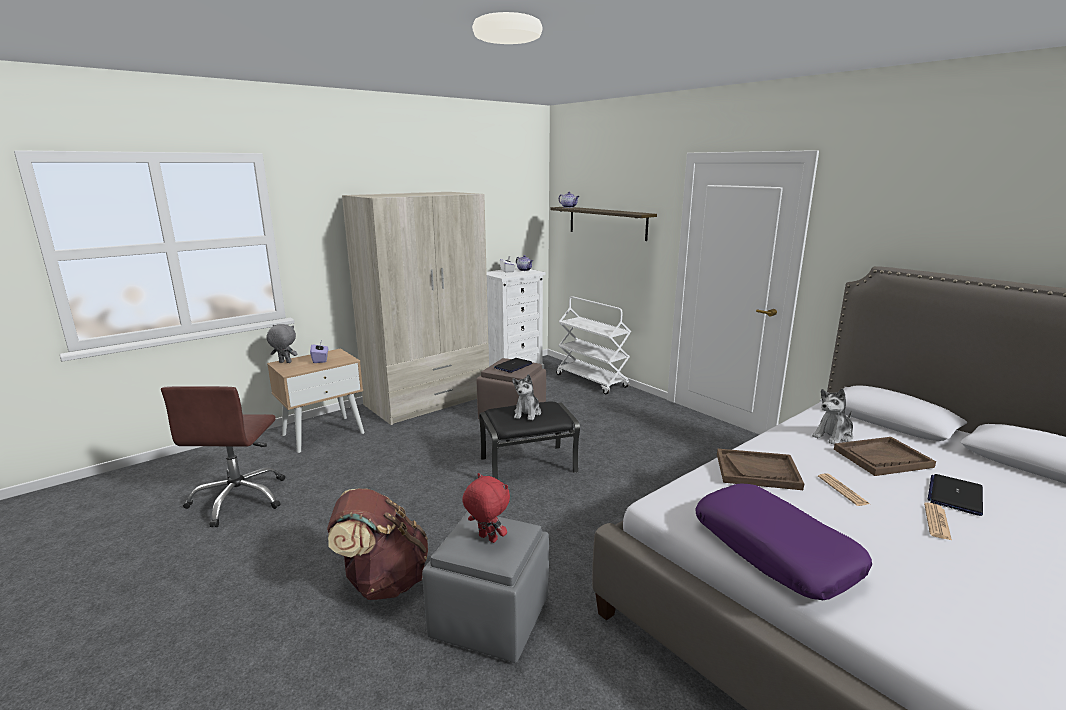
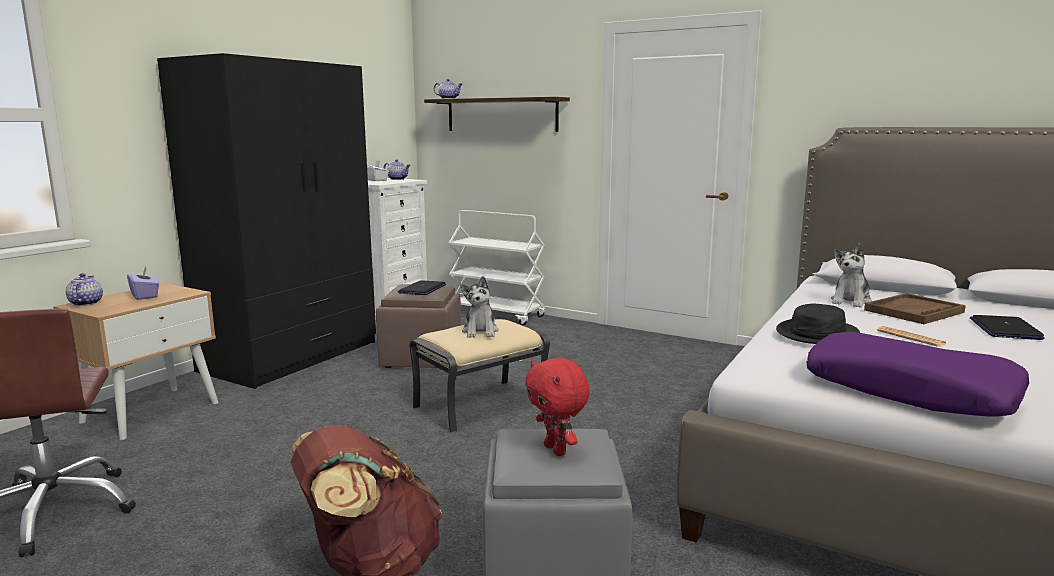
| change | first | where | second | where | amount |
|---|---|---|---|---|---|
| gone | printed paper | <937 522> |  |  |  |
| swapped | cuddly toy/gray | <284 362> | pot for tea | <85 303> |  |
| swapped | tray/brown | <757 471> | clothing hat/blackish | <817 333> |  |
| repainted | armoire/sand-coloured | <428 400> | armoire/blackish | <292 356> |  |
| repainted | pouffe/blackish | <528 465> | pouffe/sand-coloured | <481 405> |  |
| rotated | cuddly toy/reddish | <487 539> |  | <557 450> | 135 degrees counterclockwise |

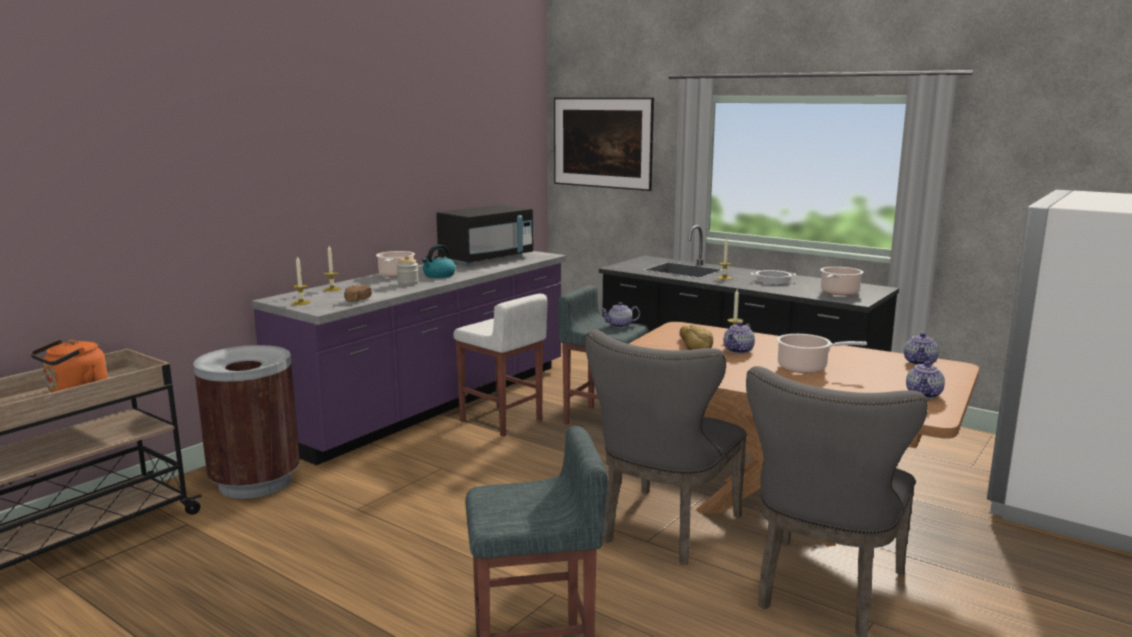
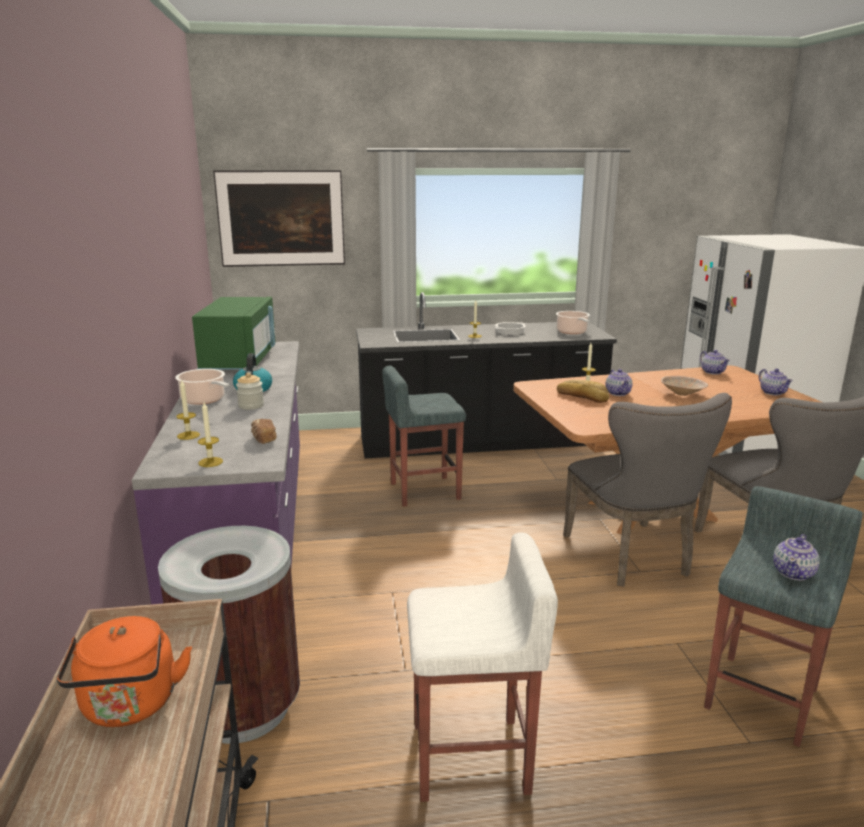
| change | first | where | second | where | amount |
|---|---|---|---|---|---|
| shifted | sitting stool/whitish | <501 421> |  | <472 758> |  |
| shifted | pot for tea | <620 325> |  | <794 573> |  |
| swapped | cooking pot | <806 368> | deep dish/sand-coloured | <683 394> |  |
| repainted | kitchen microwave/blackish | <487 259> | kitchen microwave/green-coloured | <240 360> |  |

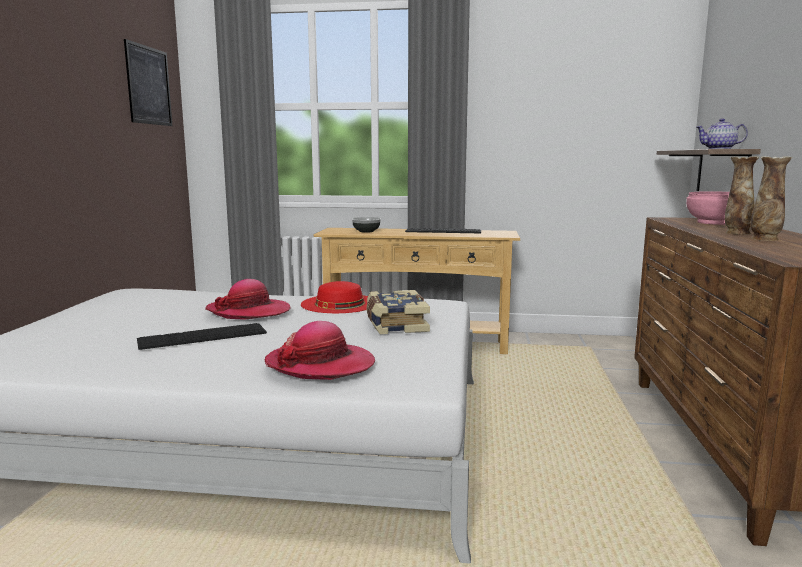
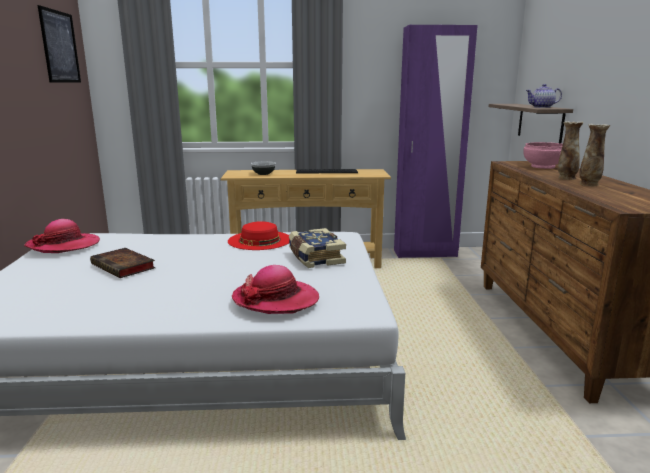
| change | first | where | second | where | amount |
|---|---|---|---|---|---|
| gone | keyboard | <203 336> |  |  |  |
| new |  |  | book | <124 267> |  |
| new |  |  | armoire/purple | <425 253> |  |
| shifted | clothing hat | <249 312> |  | <64 245> |  |

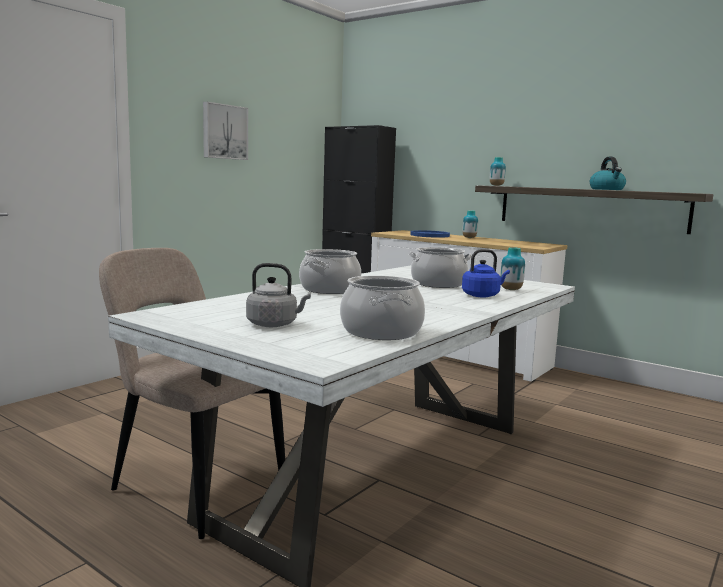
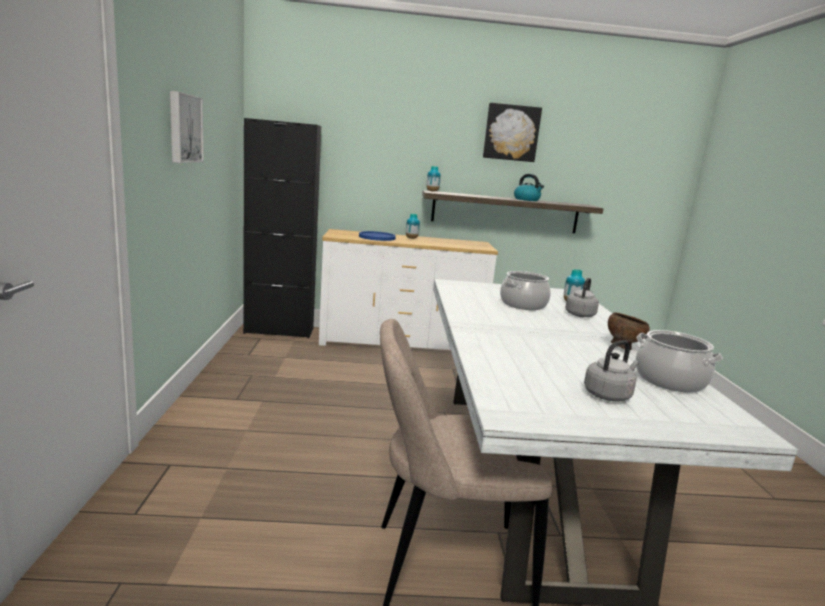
| change | first | where | second | where | amount |
|---|---|---|---|---|---|
| gone | cooking pot | <330 289> |  |  |  |
| new |  |  | wall picture | <511 133> |  |
| new |  |  | deep dish/brown | <622 347> |  |
| repainted | kettle/blue | <482 295> | kettle/gray | <580 314> |  |

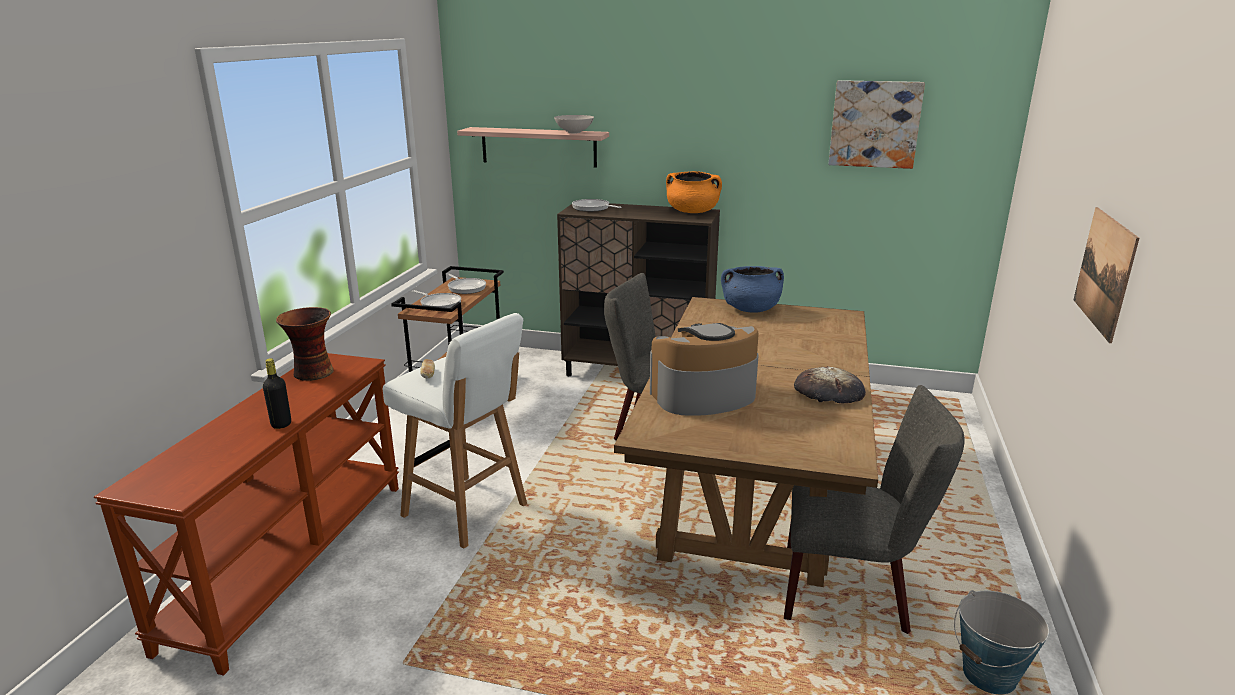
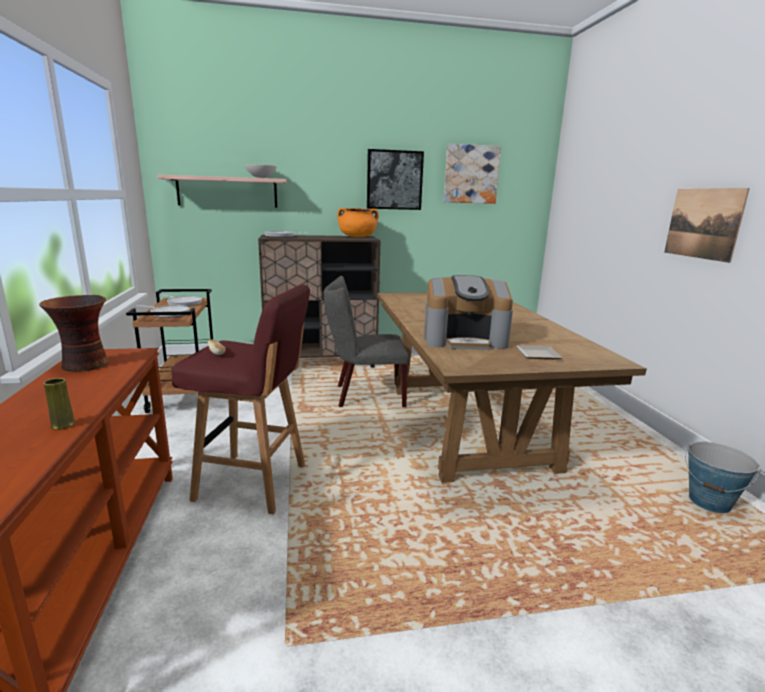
| change | first | where | second | where | amount |
|---|---|---|---|---|---|
| gone | bottle/blackish | <281 424> |  |  |  |
| gone | cooking pot/blue | <750 309> |  |  |  |
| gone | upright chair/gray | <854 594> |  |  |  |
| gone | bakery bread | <829 392> |  |  |  |
| new |  |  | flower vase/yellow | <63 425> |  |
| new |  |  | wall picture | <394 180> |  |
| new |  |  | flat dish | <539 355> |  |
| repainted | sitting stool/whitish | <466 511> | sitting stool/reddish | <254 483> |  |
| rotated | coffee brewer | <703 396> |  | <465 340> | 135 degrees counterclockwise |

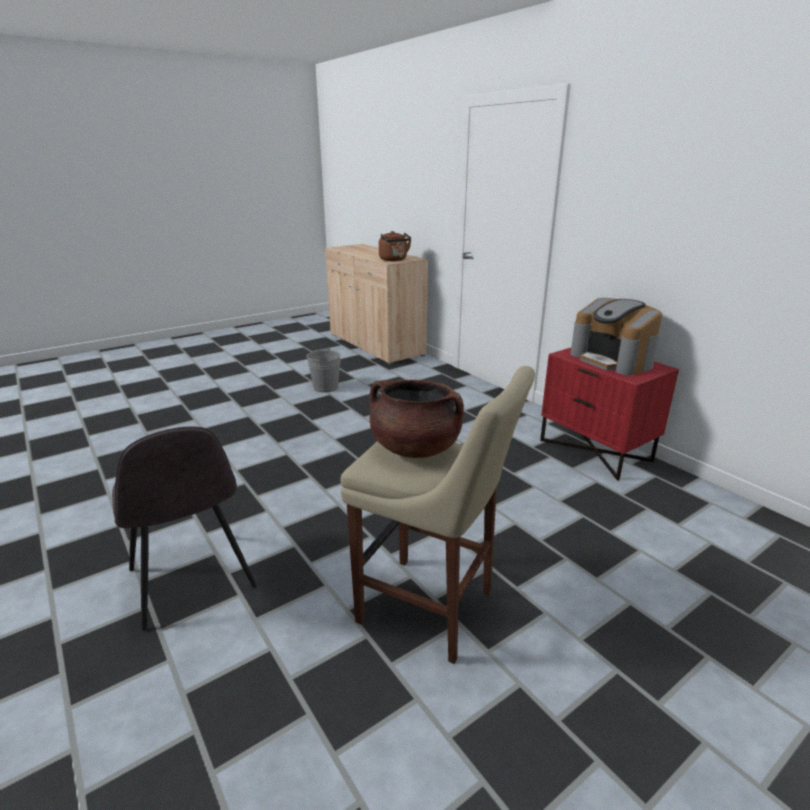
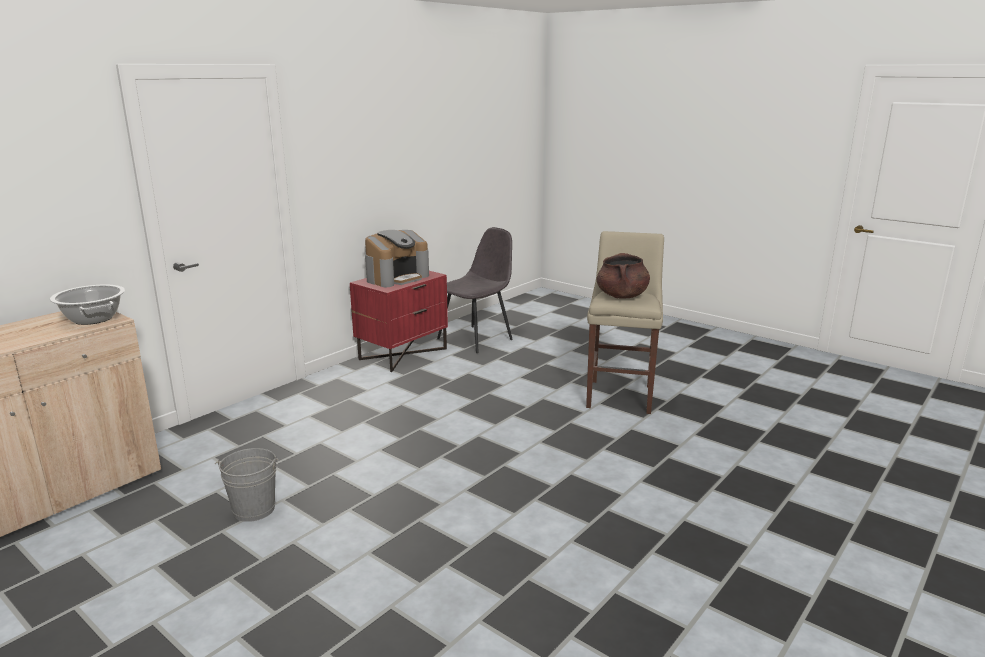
| change | first | where | second | where | amount |
|---|---|---|---|---|---|
| shifted | upright chair/gray | <192 581> |  | <476 338> |  |
| swapped | kettle/brown | <394 260> | cooking pot | <93 319> |  |

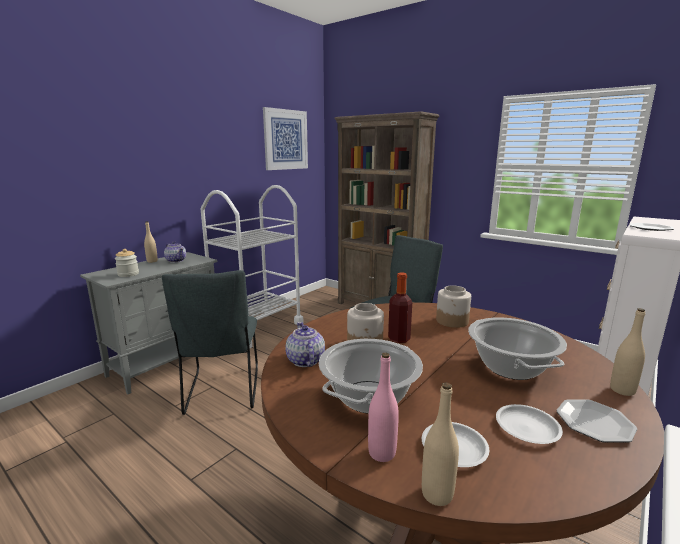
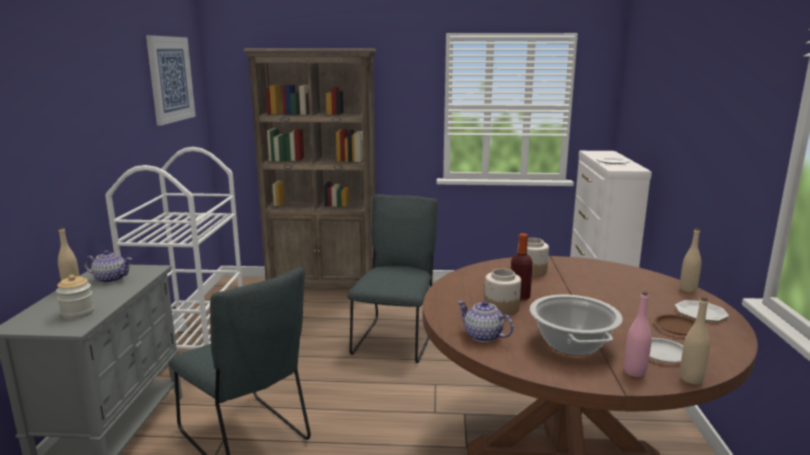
| change | first | where | second | where | amount |
|---|---|---|---|---|---|
| gone | cooking pot | <510 367> |  |  |  |
| repainted | flat dish/whitish | <527 427> | flat dish/brown | <677 328> |  |

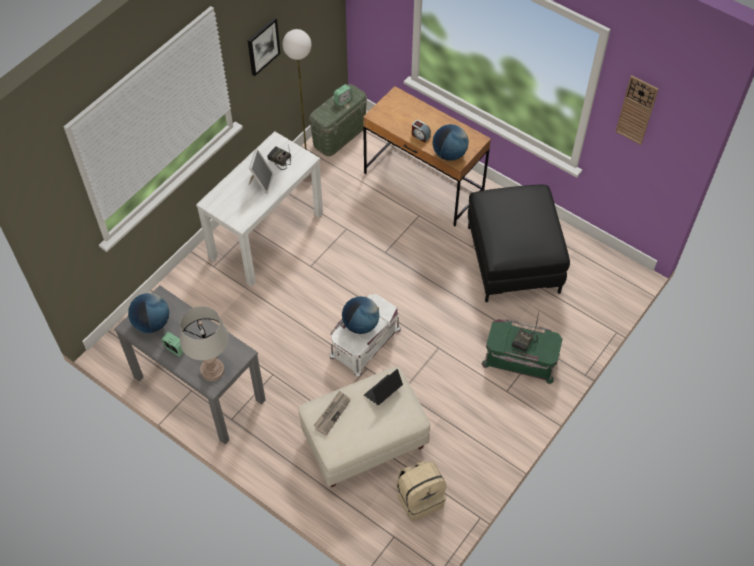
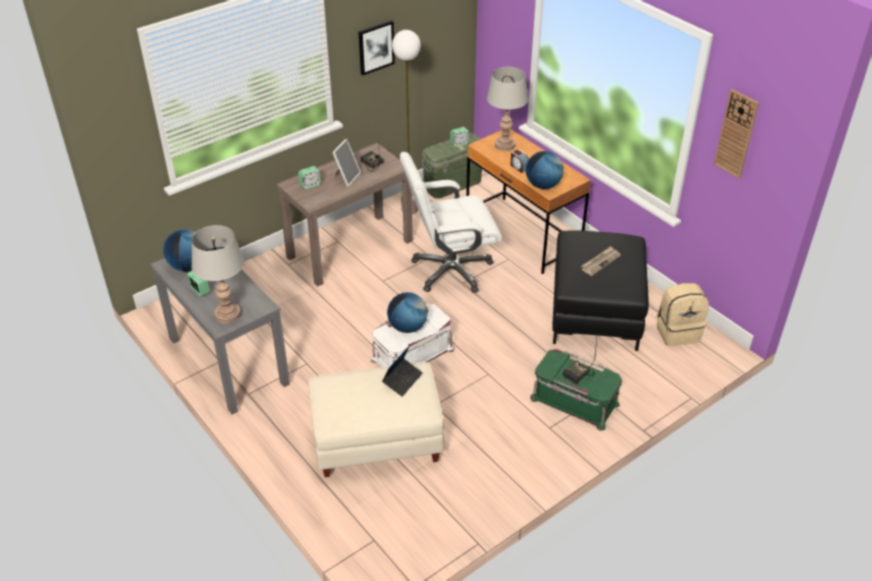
| change | first | where | second | where | amount |
|---|---|---|---|---|---|
| new |  |  | table clock | <310 185> |  |
| new |  |  | office chair/whitish | <450 270> |  |
| new |  |  | lamp for a table/gray | <504 145> |  |
| shifted | printed paper | <332 413> |  | <600 262> |  |
| shifted | backpack/sand-coloured | <419 498> |  | <677 332> |  |
| repainted | console table/whitish | <266 235> | console table/brown | <350 248> |  |
| rotated | portable computer | <383 391> |  | <402 380> | 150 degrees clockwise |

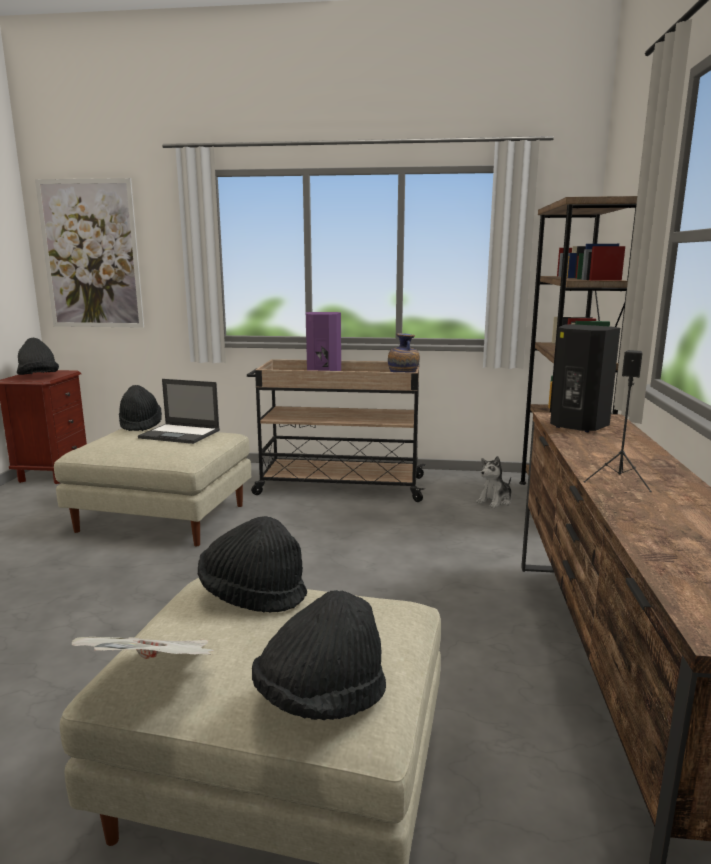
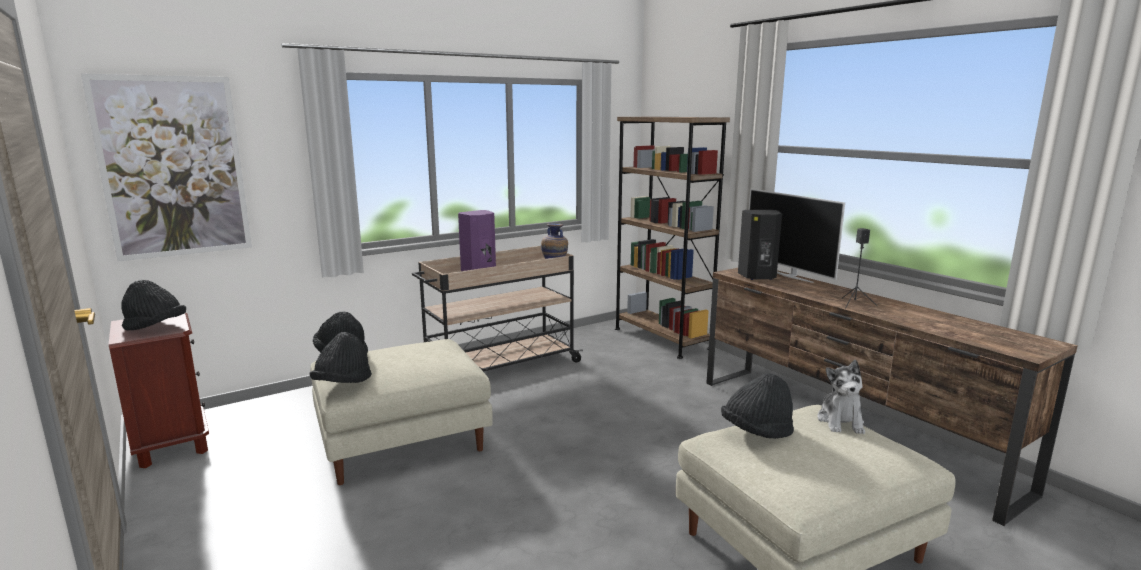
| change | first | where | second | where | amount |
|---|---|---|---|---|---|
| gone | printed paper | <155 676> |  |  |  |
| gone | portable computer | <180 434> |  |  |  |
| new |  |  | TV | <790 275> |  |
| shifted | clothing hat/blackish | <321 699> |  | <343 384> |  |
| shifted | cuddly toy | <495 501> |  | <841 422> |  |

